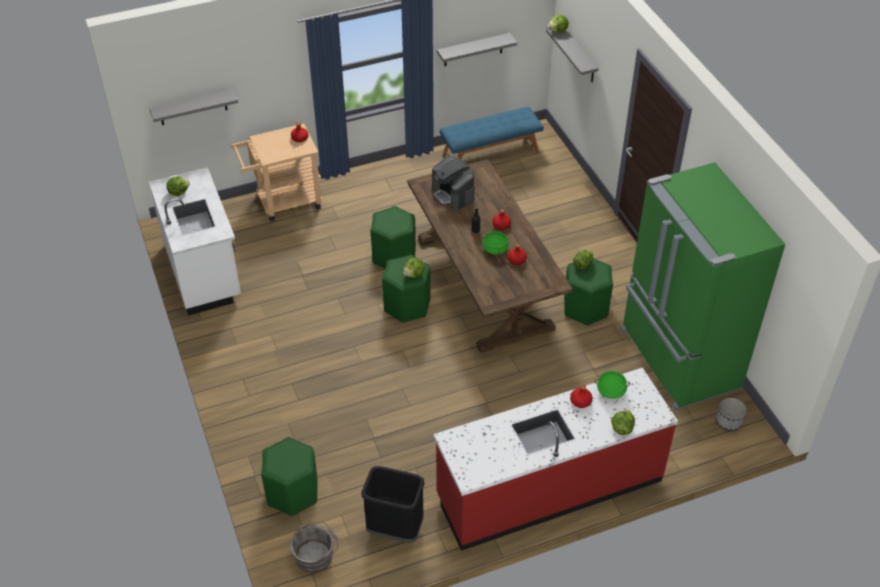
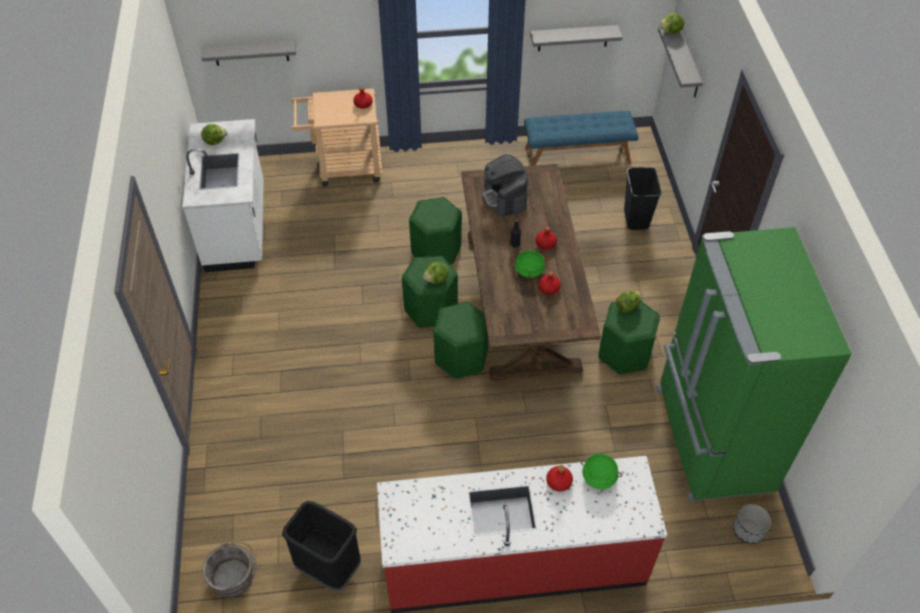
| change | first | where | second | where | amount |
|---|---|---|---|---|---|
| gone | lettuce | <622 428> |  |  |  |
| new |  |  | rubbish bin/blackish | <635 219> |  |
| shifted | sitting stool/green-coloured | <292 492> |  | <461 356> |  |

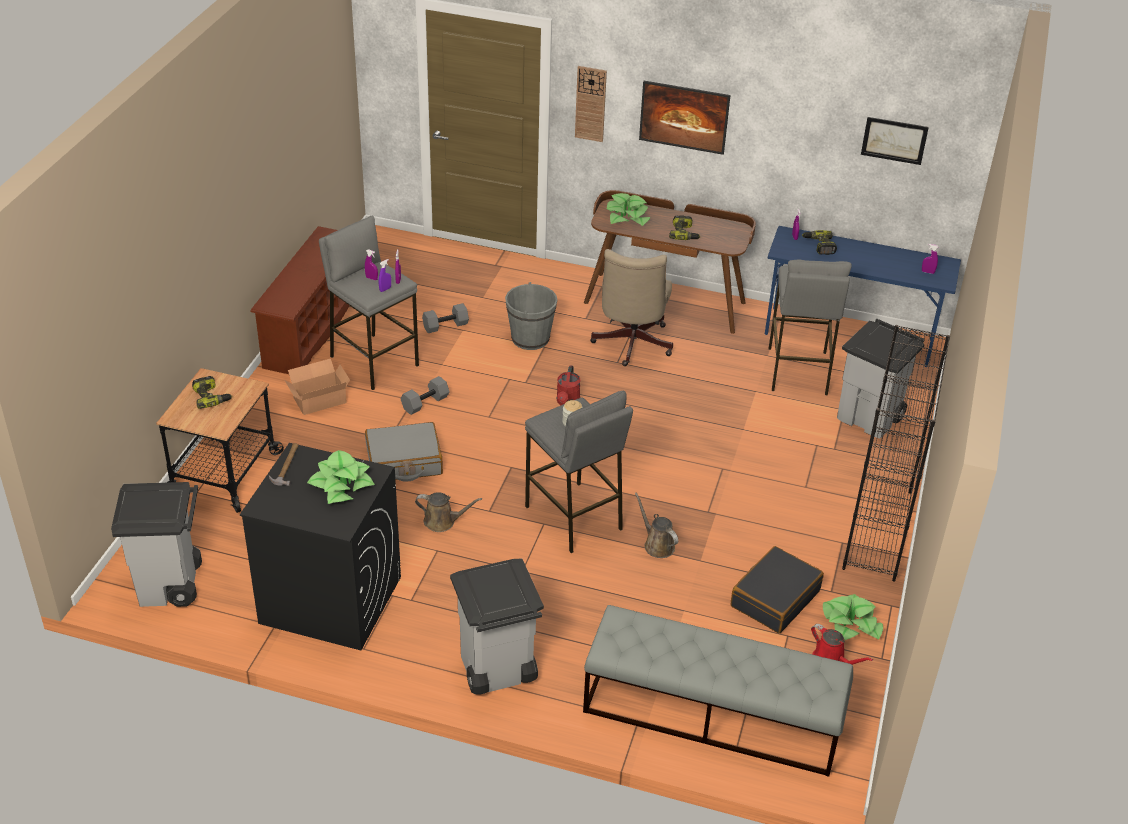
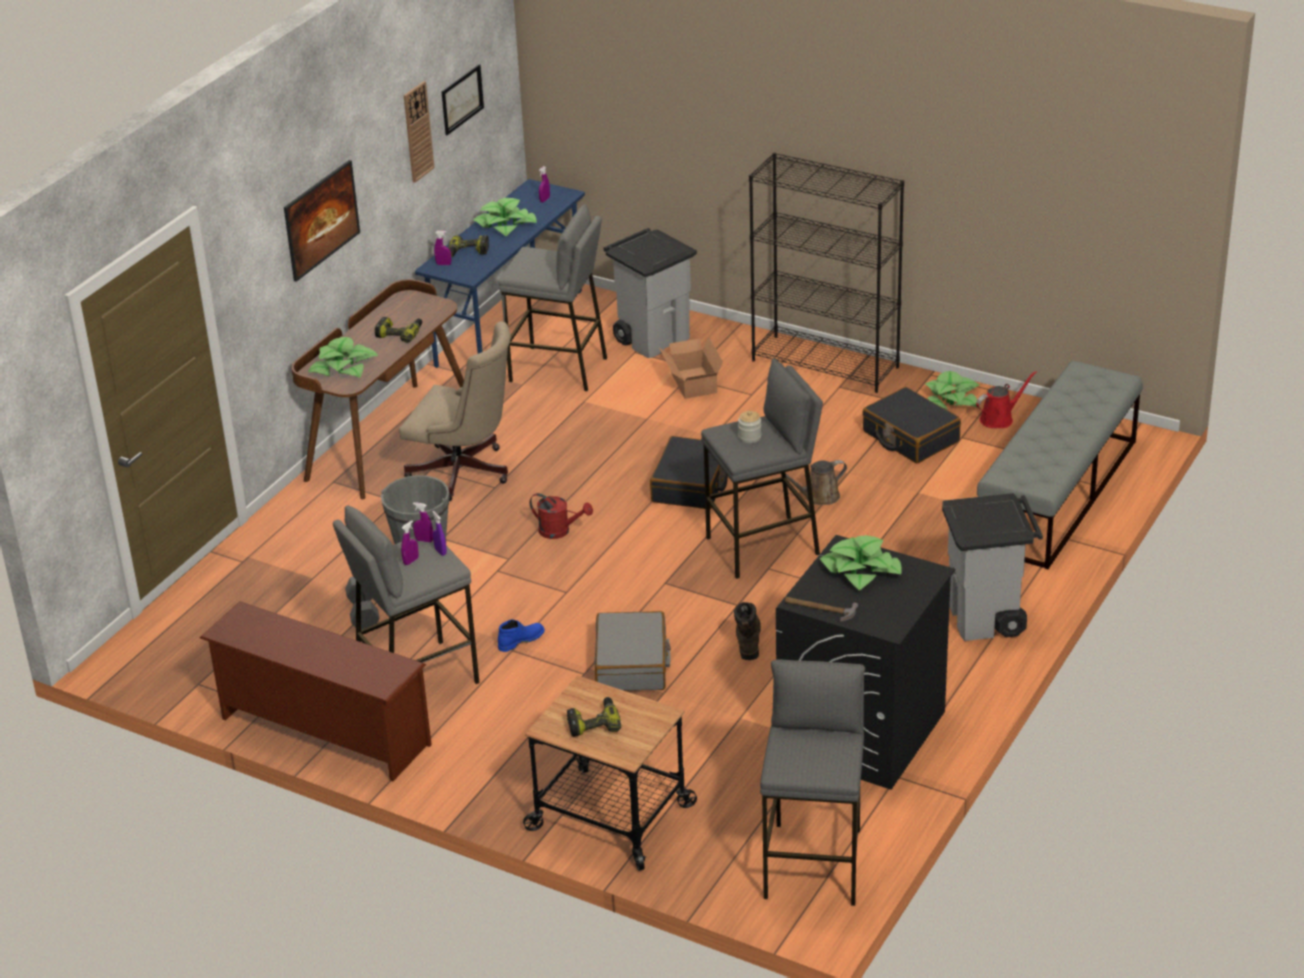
| change | first | where | second | where | amount |
|---|---|---|---|---|---|
| new |  |  | houseplant | <505 225> |  |
| new |  |  | piece of luggage/blackish | <691 485> |  |
| shifted | cardboard box | <318 399> |  | <692 384> |  |
| shifted | hanging clock | <590 103> |  | <418 131> |  |
| swapped | rubbish bin/gray | <170 586> | sitting stool/gray | <814 863> |  |
| swapped | dumbbell/gray | <425 402> | boot/blue | <521 640> |  |
| swapped | watering pot/brown | <442 521> | boot/brown | <748 640> |  |

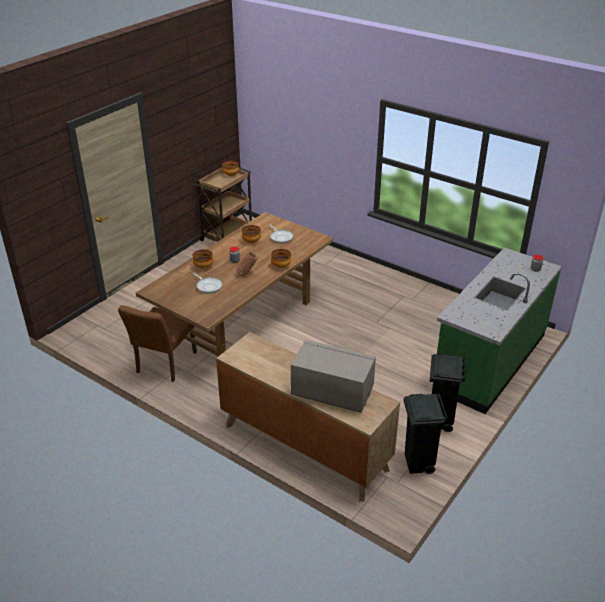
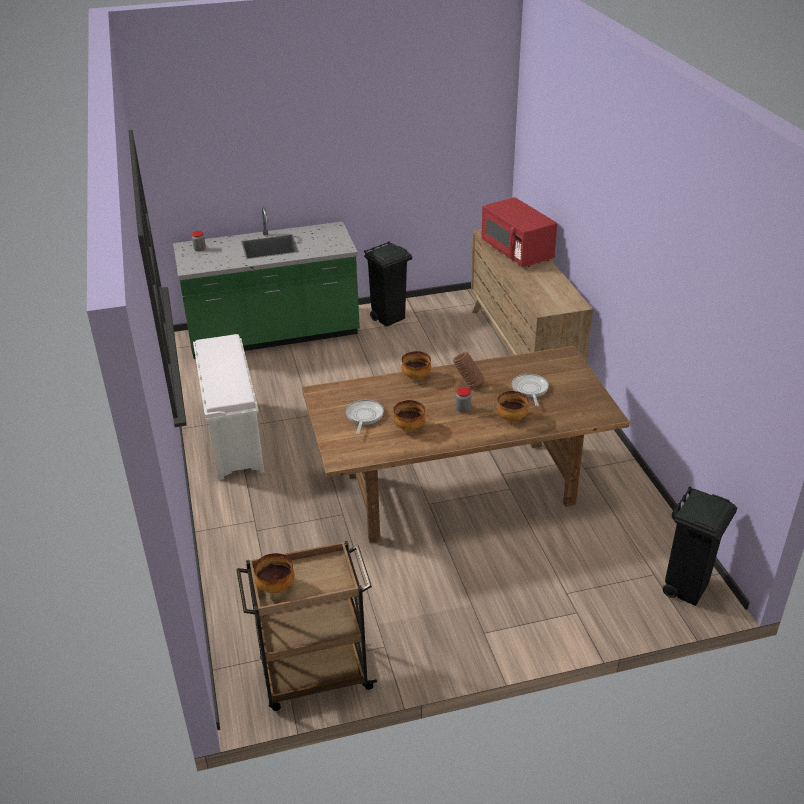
| change | first | where | second | where | amount |
|---|---|---|---|---|---|
| gone | upright chair/brown | <164 365> |  |  |  |
| new |  |  | long seat/whitish | <233 438> |  |
| shifted | rubbish bin/blackish | <418 464> |  | <686 588> |  |
| repainted | kitchen microwave/gray | <332 392> | kitchen microwave/reddish | <517 251> |  |

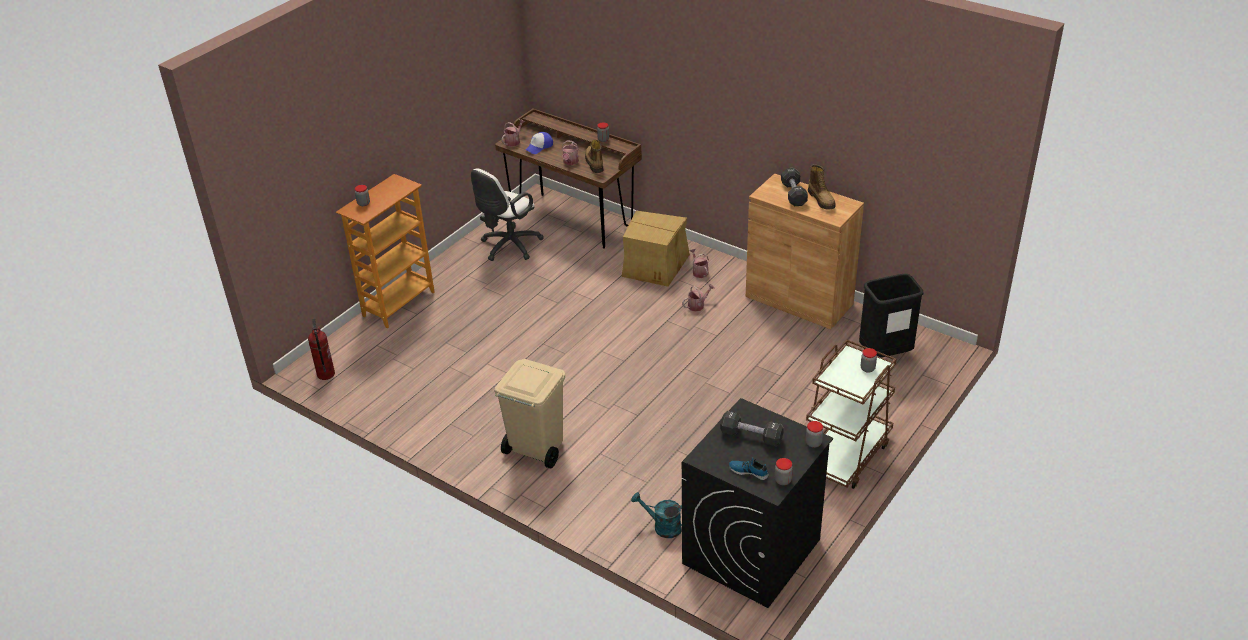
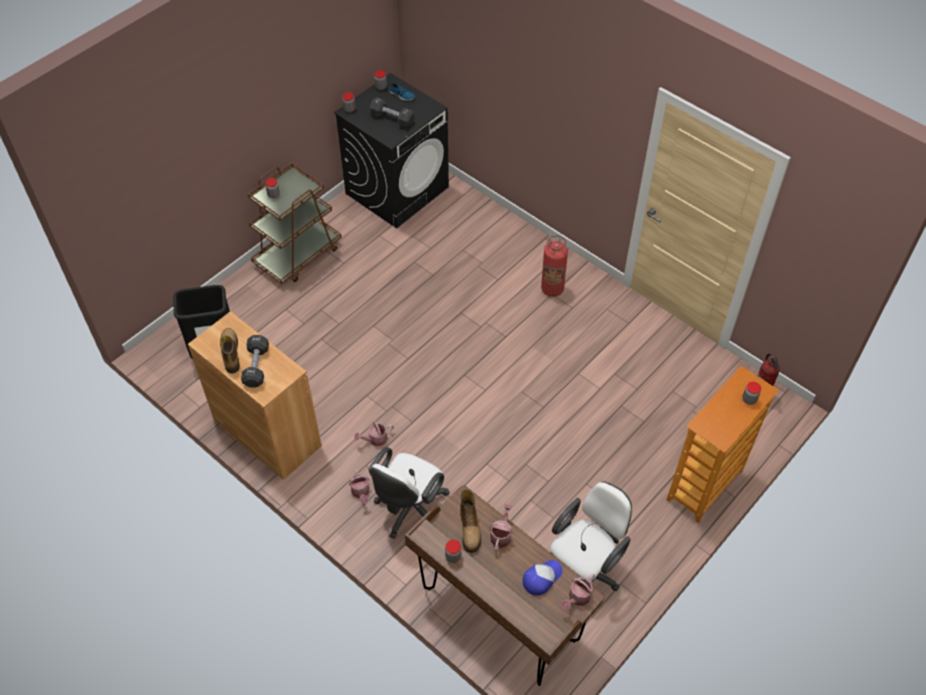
| change | first | where | second | where | amount |
|---|---|---|---|---|---|
| gone | watering pot/blue-green | <662 527> |  |  |  |
| swapped | rubbish bin/sand-coloured | <536 449> | fire-fighting cylinder | <552 289> |  |
| swapped | cardboard box | <654 265> | office chair/whitish | <409 511> |  |

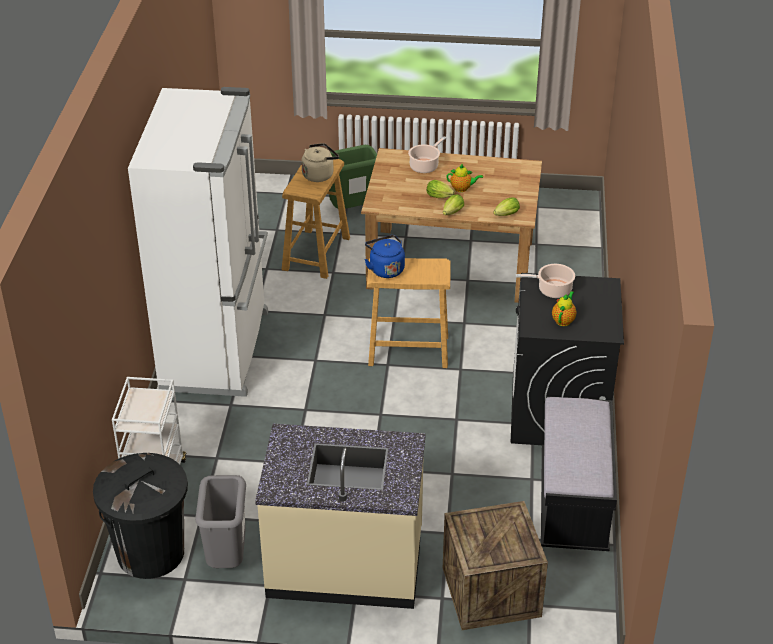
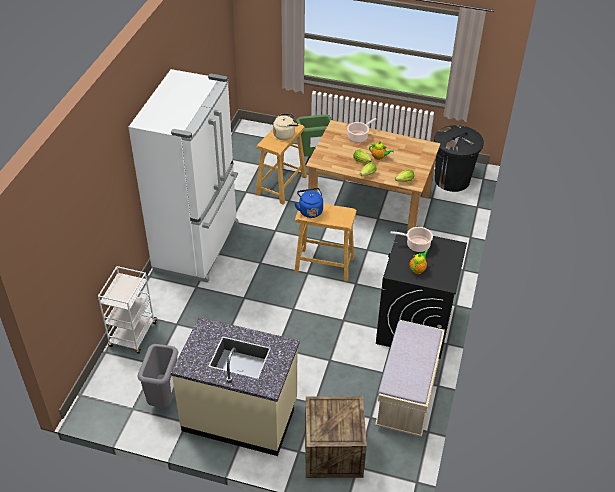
| change | first | where | second | where | amount |
|---|---|---|---|---|---|
| shifted | rubbish bin/blackish | <151 553> |  | <452 180> |  |
| repainted | long seat/blackish | <573 503> | long seat/sand-coloured | <407 396> |  |

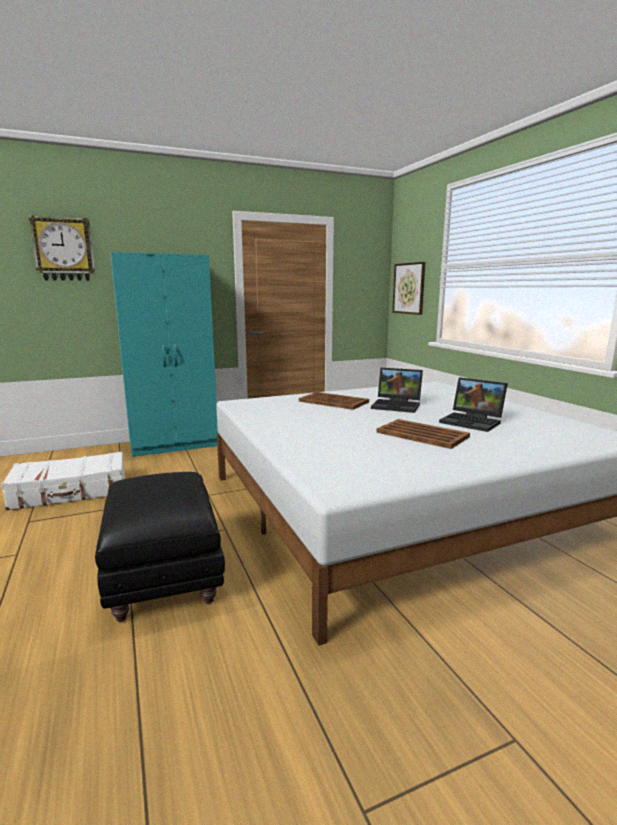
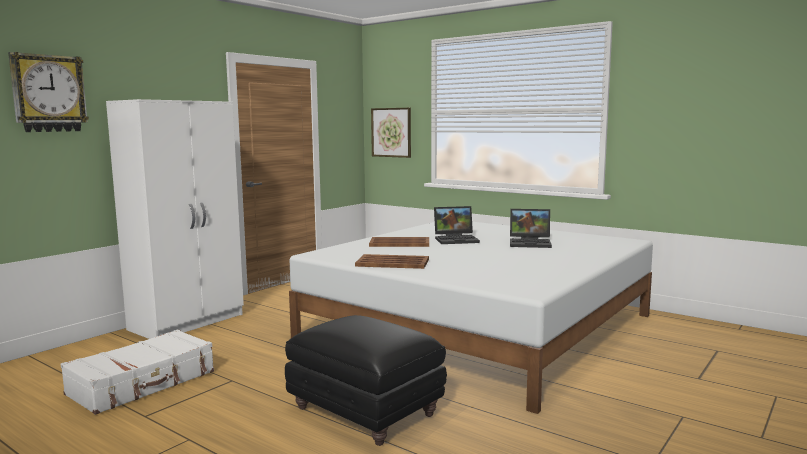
| change | first | where | second | where | amount |
|---|---|---|---|---|---|
| shifted | tray/brown | <423 435> |  | <393 263> |  |
| repainted | armoire/blue-green | <175 445> | armoire/whitish | <188 322> |  |

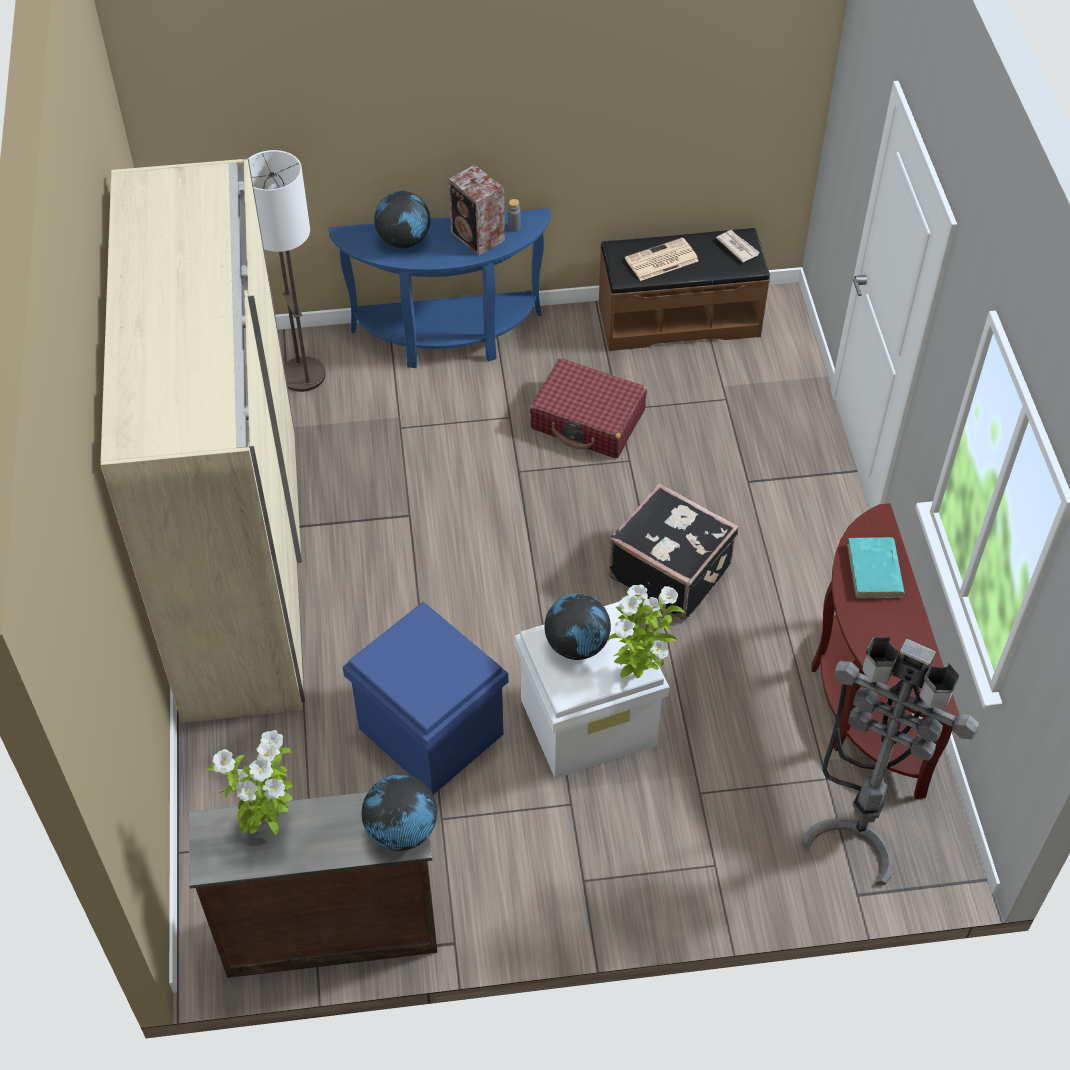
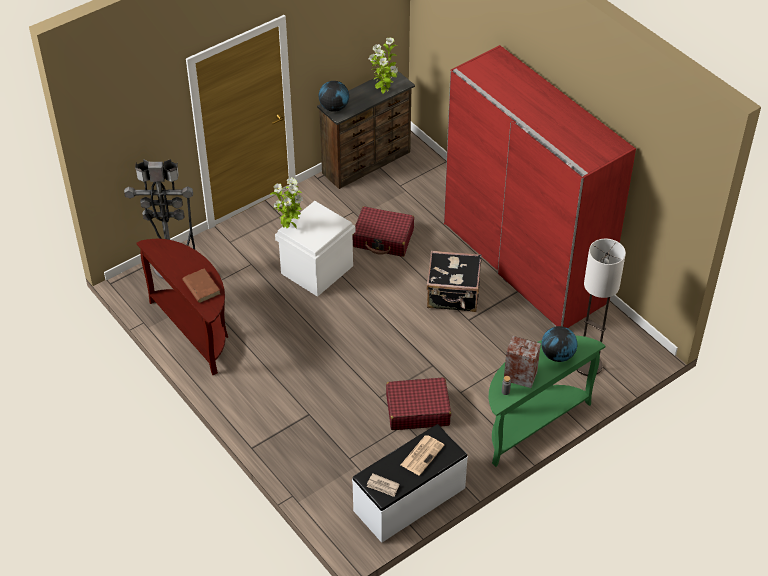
| change | first | where | second | where | amount |
|---|---|---|---|---|---|
| gone | desk globe | <577 645> |  |  |  |
| shifted | piece of luggage/blackish | <670 570> |  | <453 295> |  |
| swapped | storage box/blue | <429 731> | piece of luggage/reddish | <383 238> |  |
| repainted | armoire/sand-coloured | <240 569> | armoire/reddish | <524 263> |  |
| repainted | console table/blue | <448 339> | console table/green-coloured | <531 423> |  |
| repainted | long seat/brown | <678 319> | long seat/whitish | <410 500> |  |
| repainted | book/blue-green | <875 571> | book/brown | <201 287> |  |

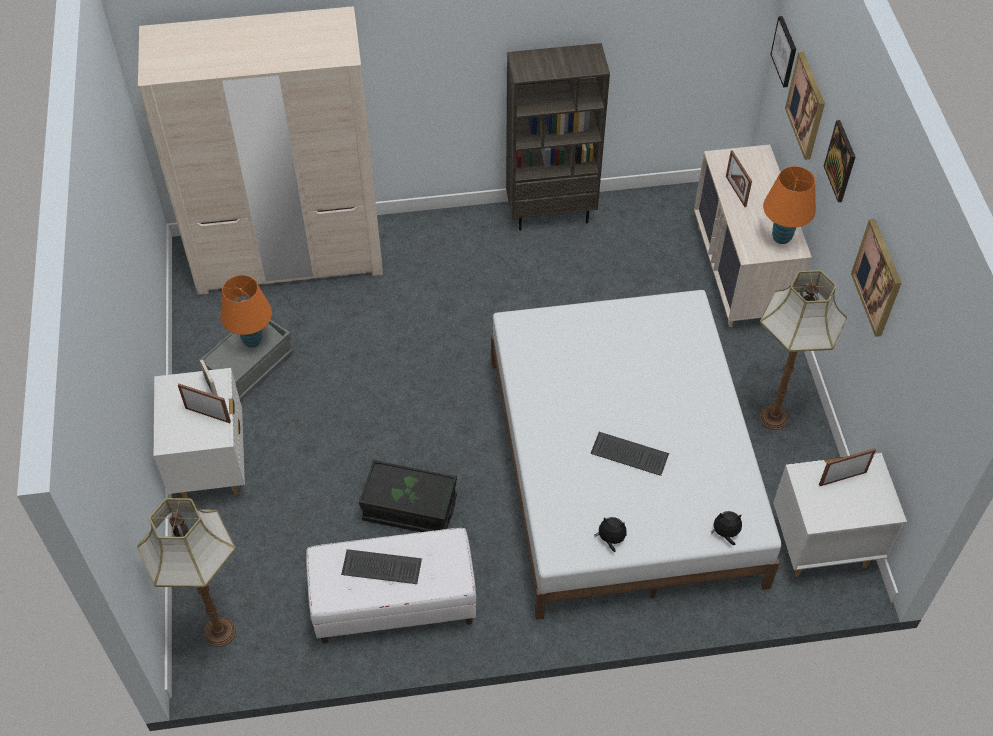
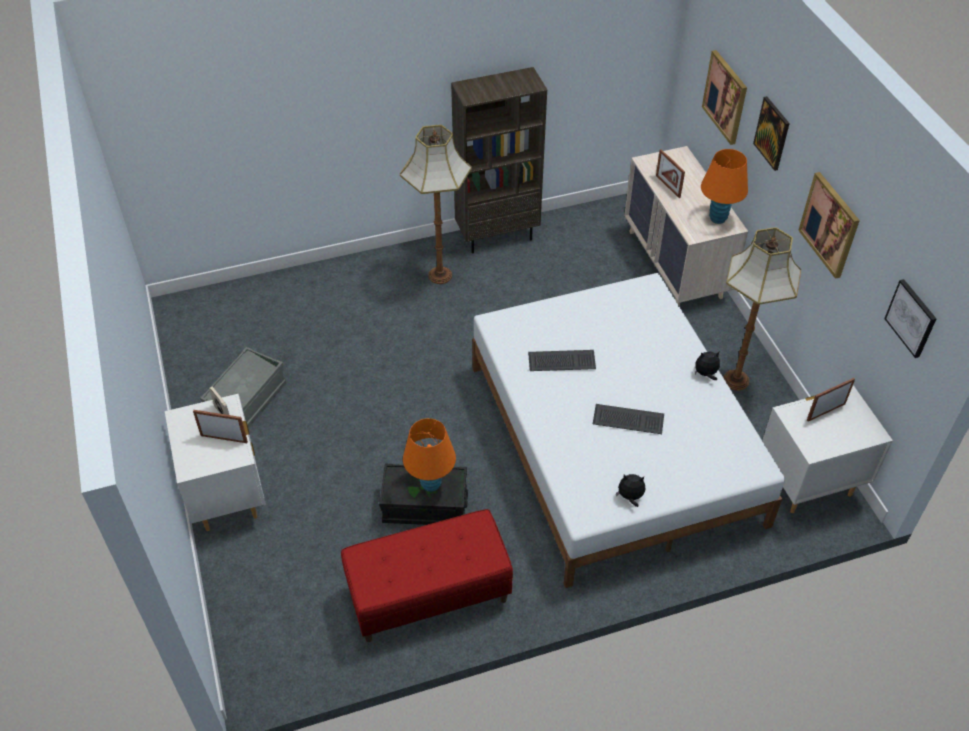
| change | first | where | second | where | amount |
|---|---|---|---|---|---|
| gone | armoire/sand-coloured | <289 256> |  |  |  |
| shifted | floor lamp | <218 633> |  | <439 276> |  |
| shifted | lamp for a table/orange-coloured | <252 340> |  | <431 484> |  |
| shifted | keyboard | <380 568> |  | <561 362> |  |
| shifted | cuddly toy | <725 534> |  | <706 374> |  |
| shifted | wall picture | <785 51> |  | <911 318> |  |
| repainted | long seat/whitish | <394 604> | long seat/reddish | <428 595> |  |

